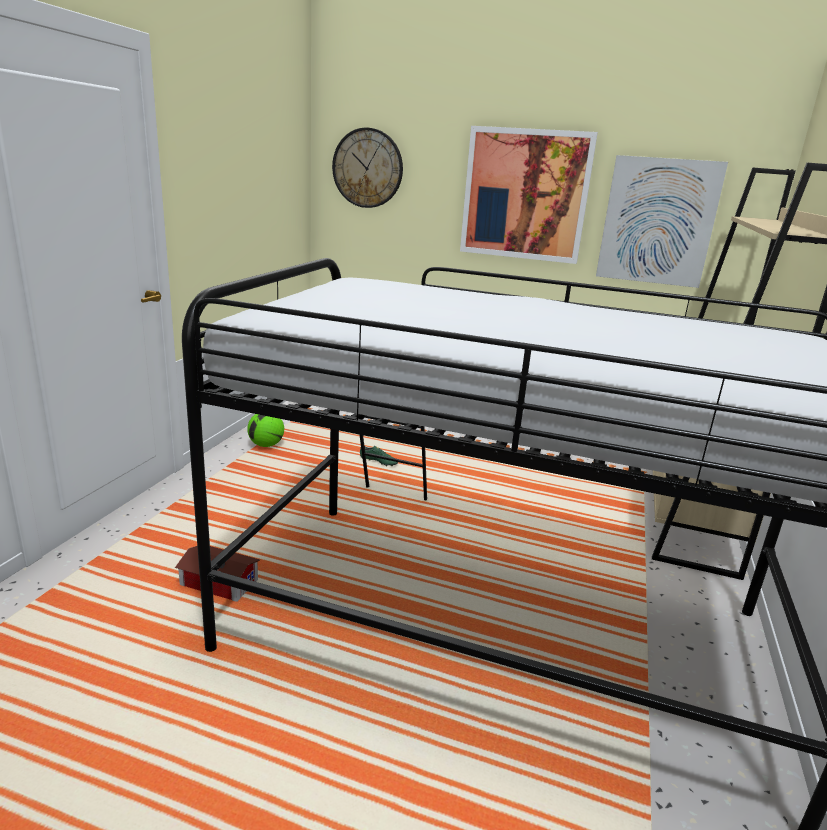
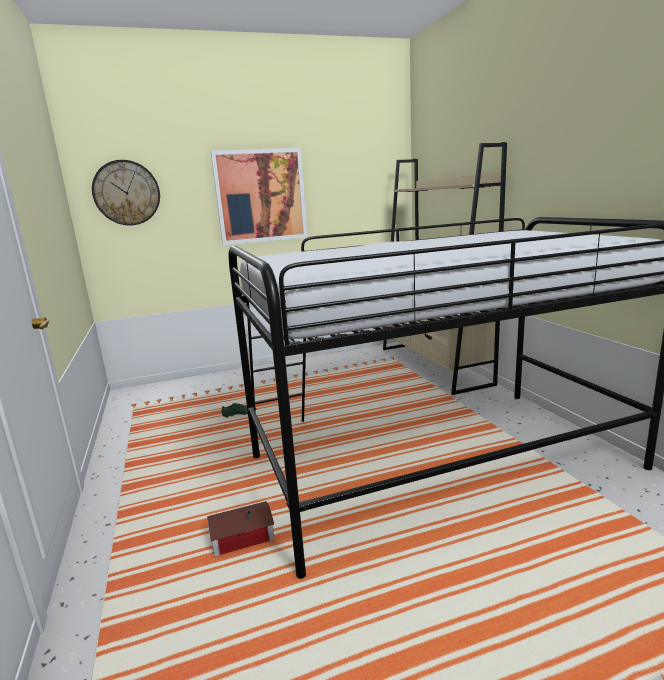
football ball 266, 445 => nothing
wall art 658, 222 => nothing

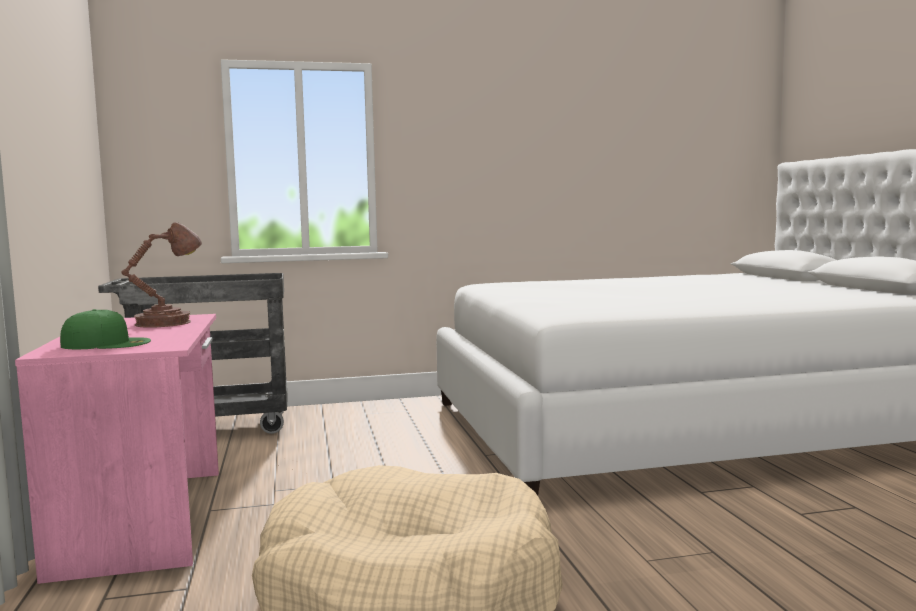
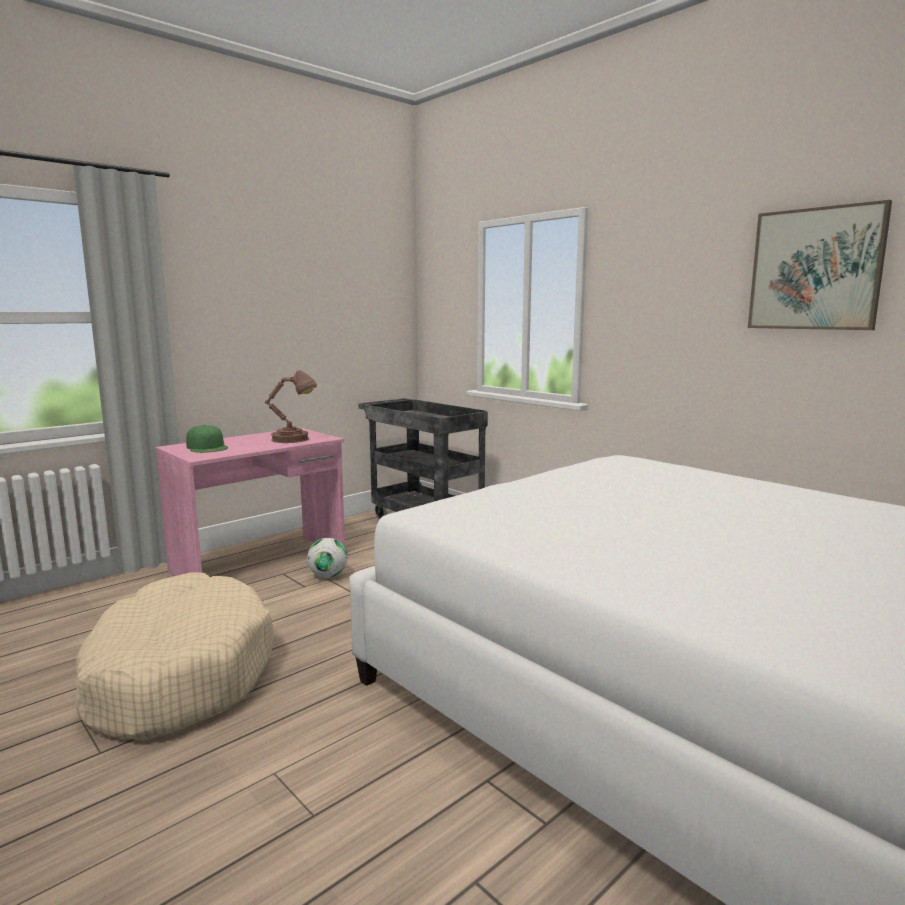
nothing => football ball 328, 576
nothing => wall art 815, 269

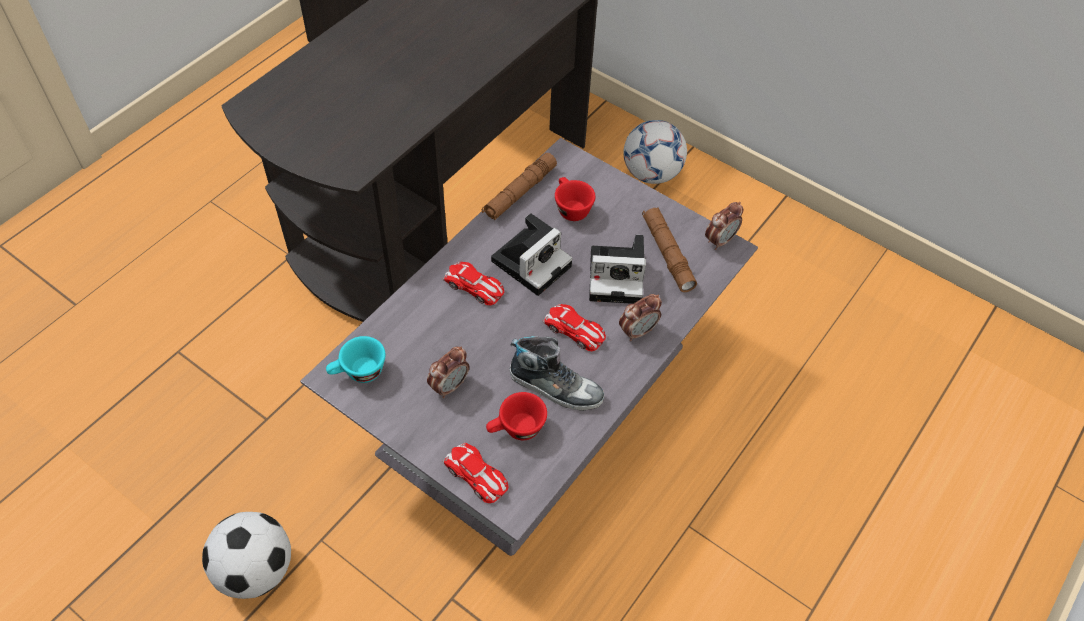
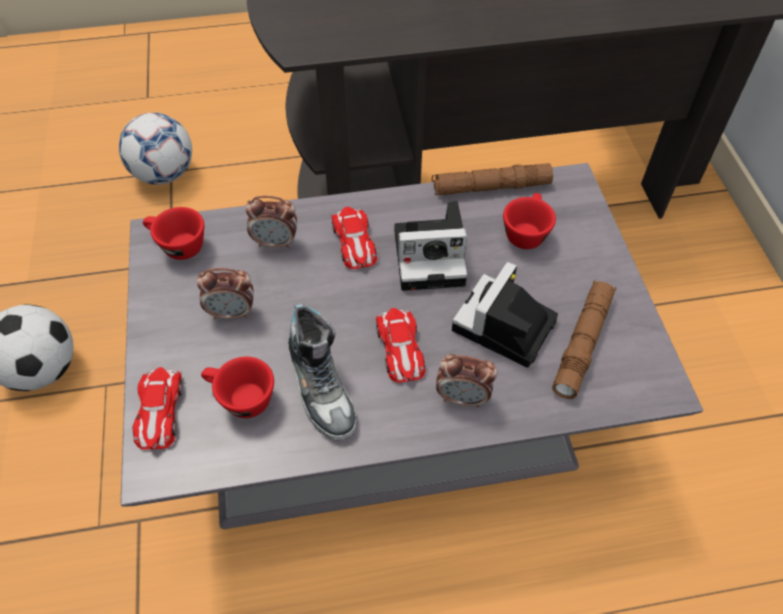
football ball 651, 173 => football ball 164, 174, relocated
cup/turquoise 358, 373 => cup/reddish 177, 246
bedside clock 720, 240 => bedside clock 276, 242, relocated
photo camera 618, 276 => photo camera 503, 328, 75 degrees clockwise

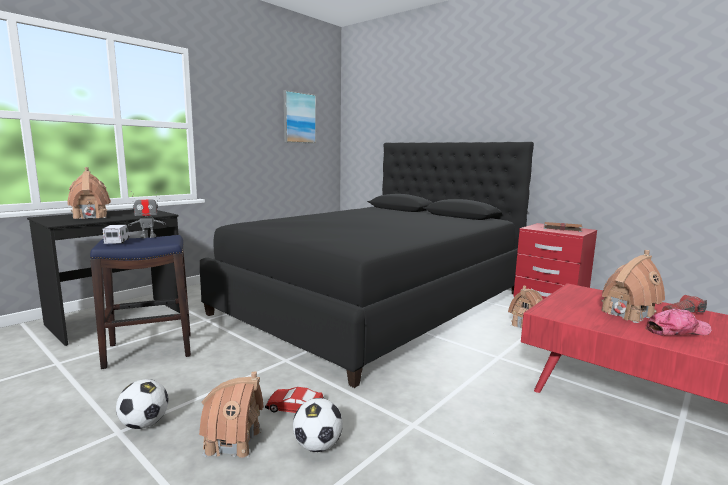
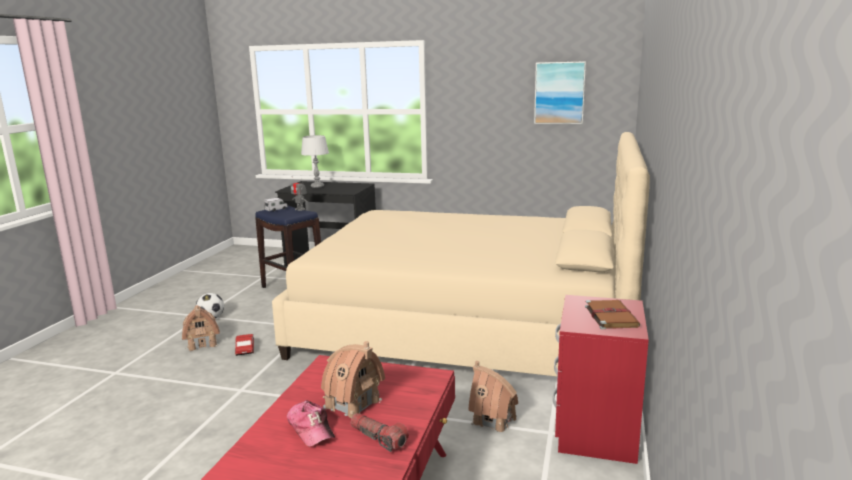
sleeping bed/black-coloured 376, 303 => sleeping bed/beige 467, 327
toy house 90, 216 => table lamp/grey 317, 186
football ball 318, 446 => nothing

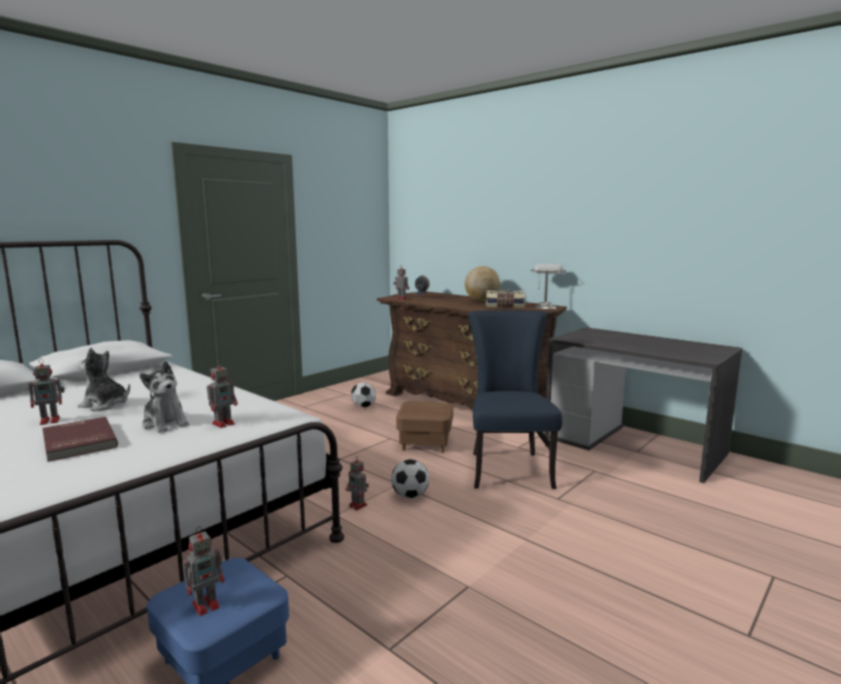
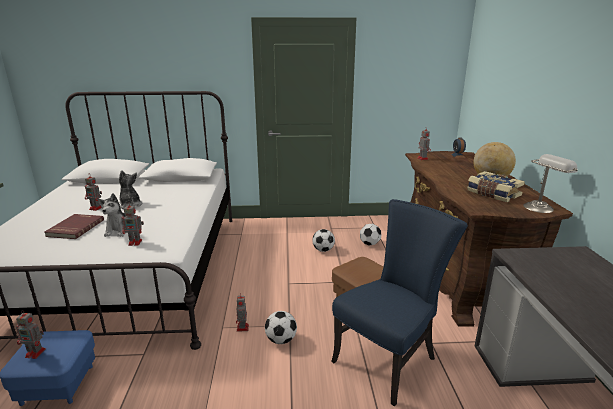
nothing => football ball 323, 250

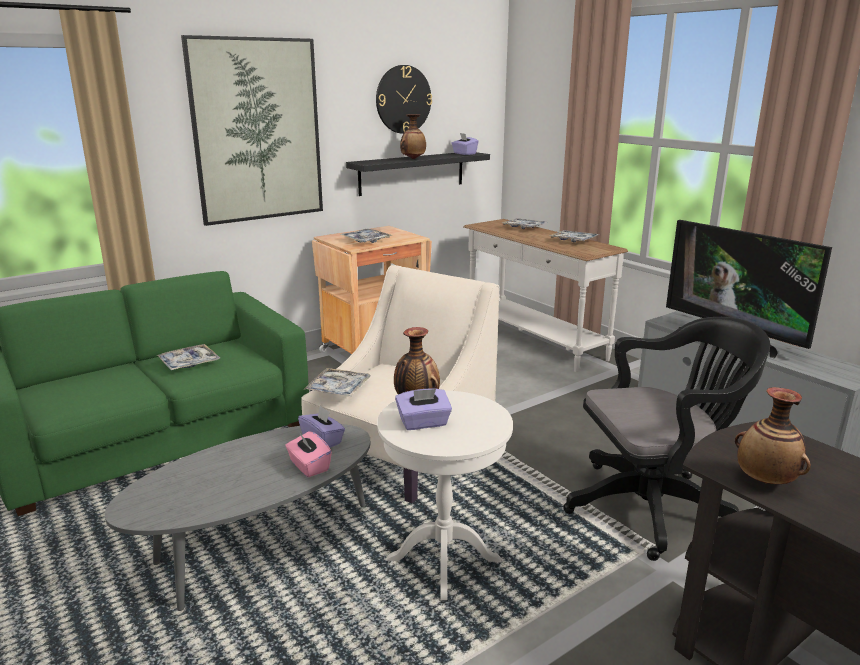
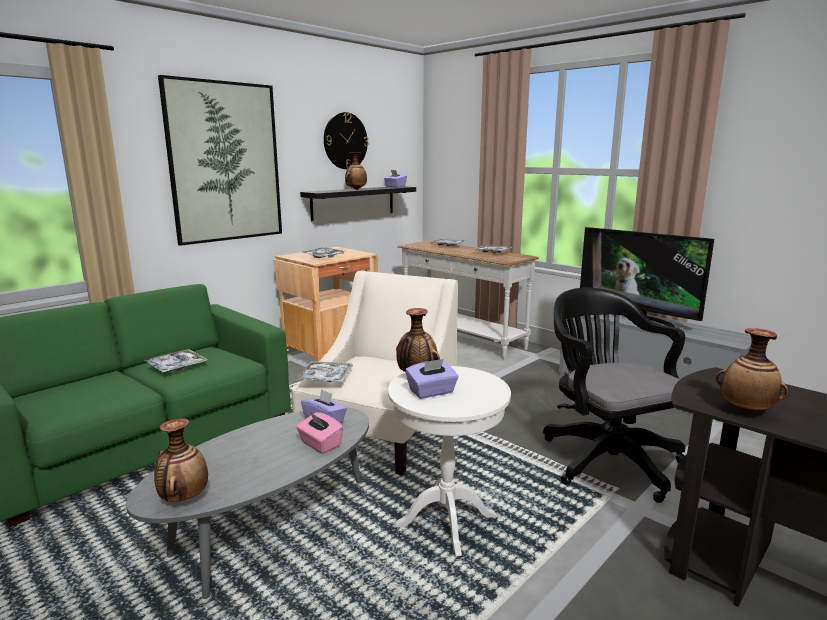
nothing => vase 183, 498
desk chair/black-coloured 654, 507 => desk chair/black-coloured 606, 458, 90 degrees counterclockwise

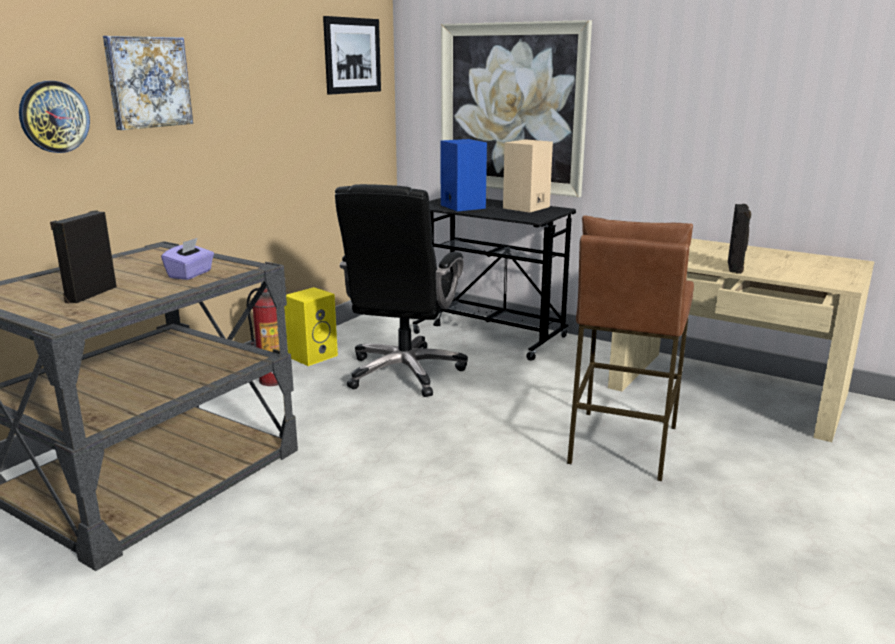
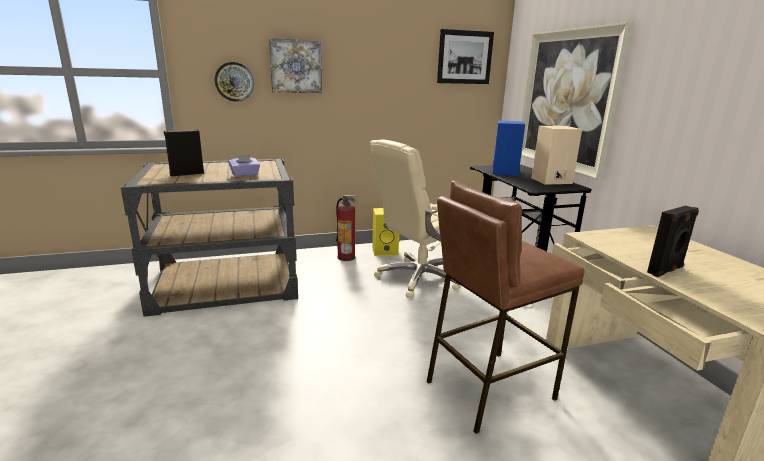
desk chair/black-coloured 404, 372 => desk chair/beige 419, 278

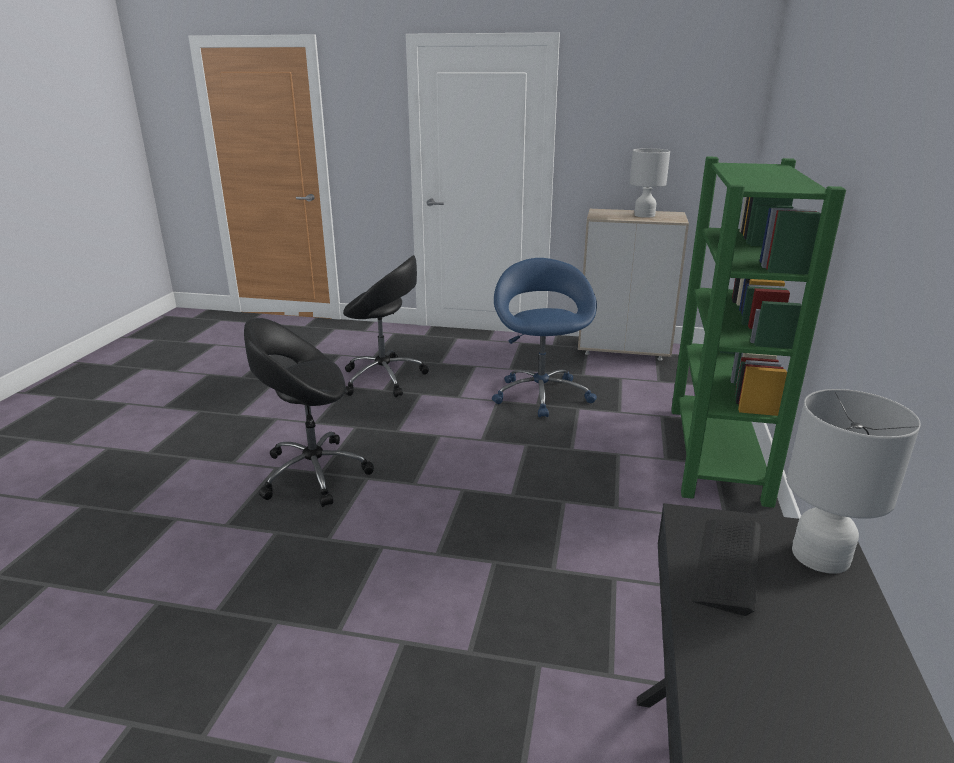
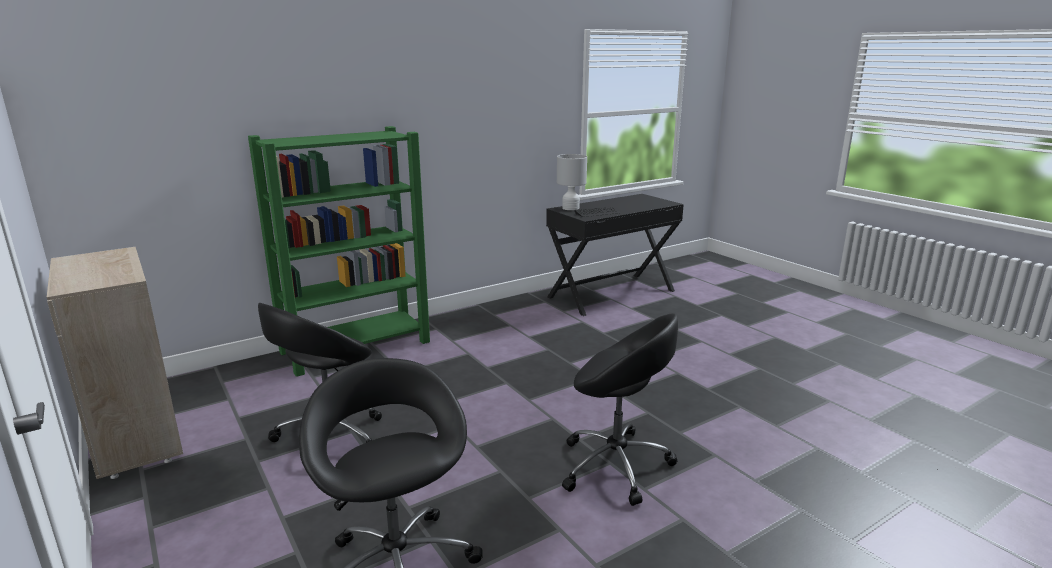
desk chair/bluish 541, 395 => desk chair/black-coloured 328, 438
table lamp/grey 645, 215 => nothing

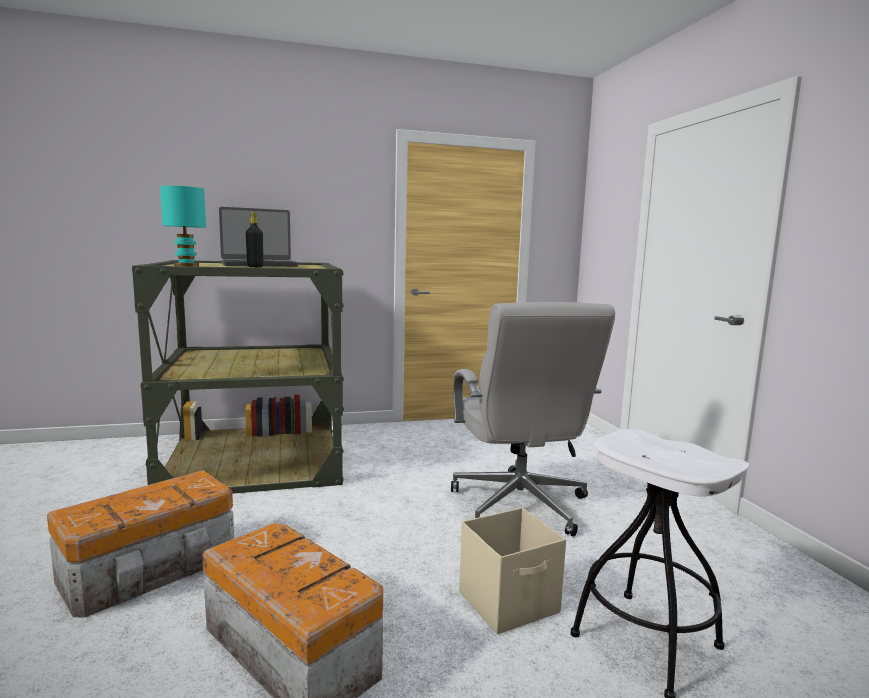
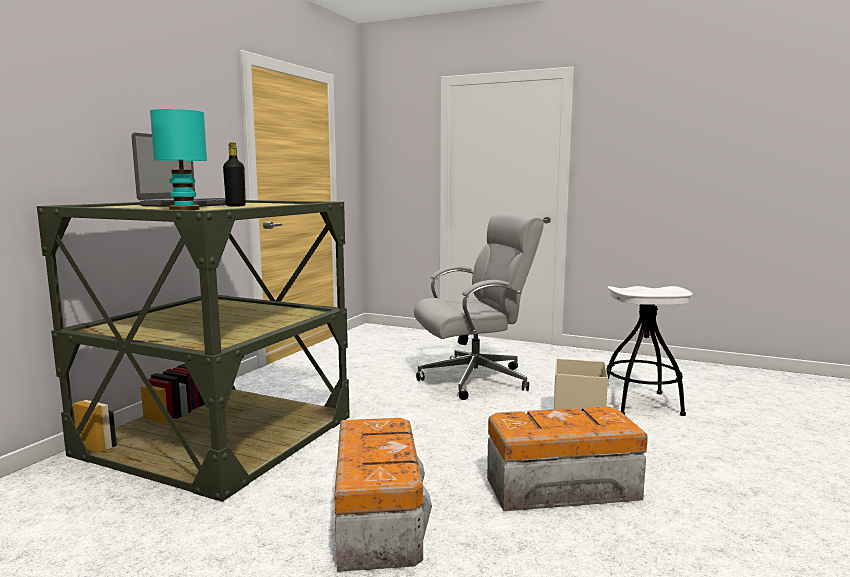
desk chair/grey 519, 503 => desk chair/grey 474, 379, 45 degrees counterclockwise

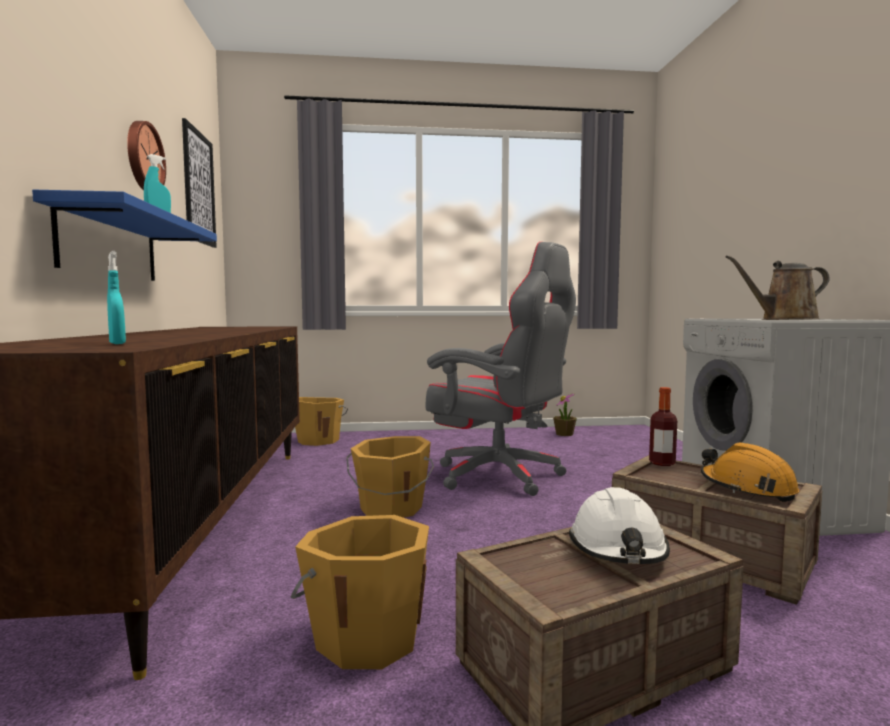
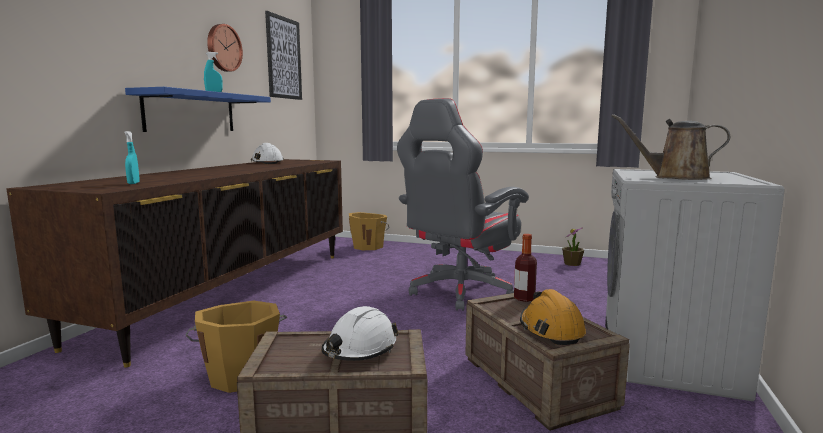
nothing => hard hat/white 267, 162
desk chair/grey 498, 475 => desk chair/grey 461, 291, 75 degrees clockwise
pail/orange-coloured 391, 508 => nothing

